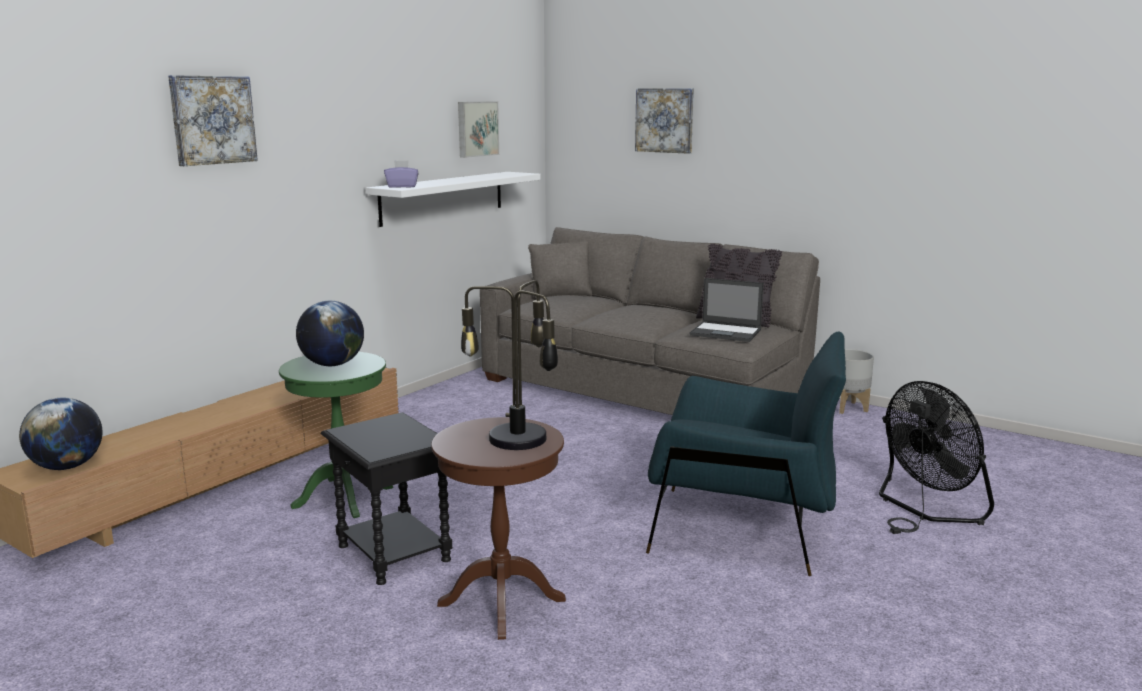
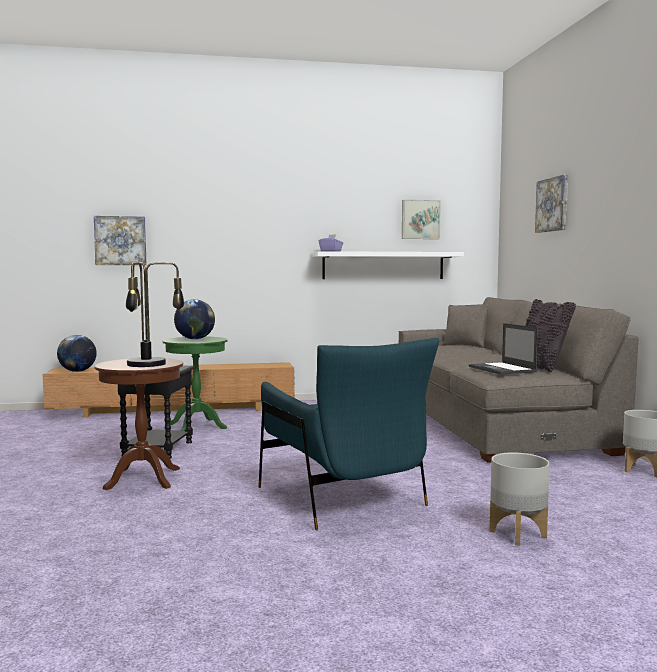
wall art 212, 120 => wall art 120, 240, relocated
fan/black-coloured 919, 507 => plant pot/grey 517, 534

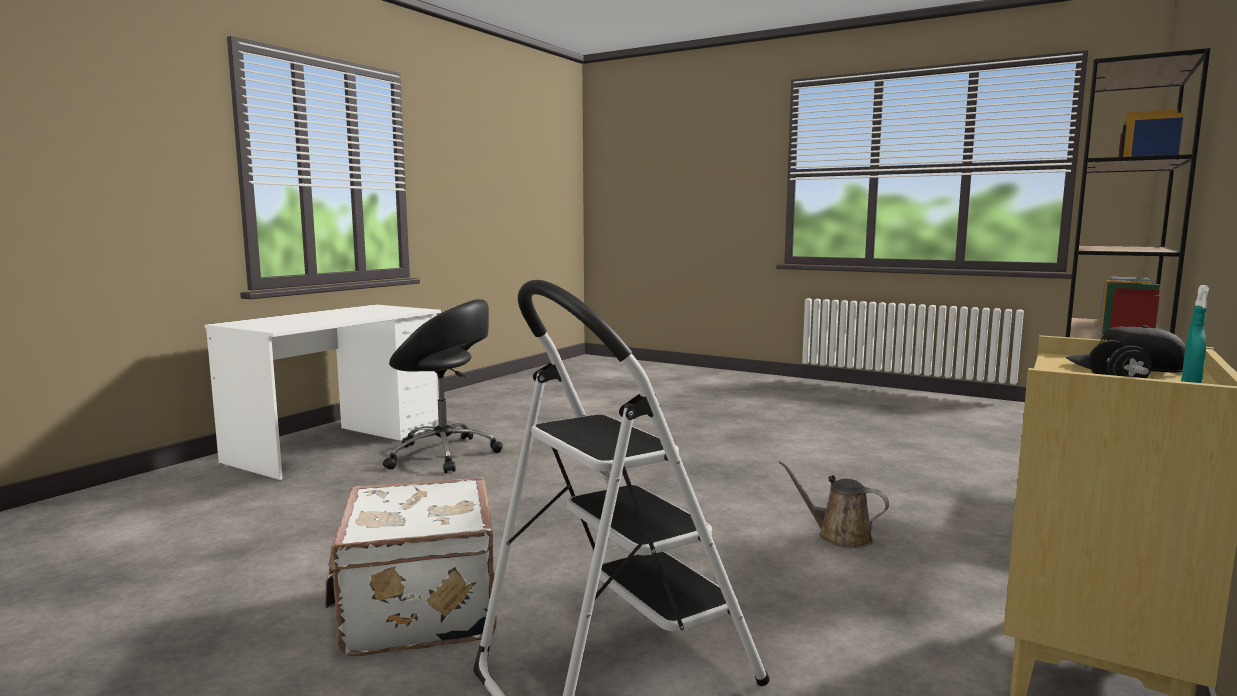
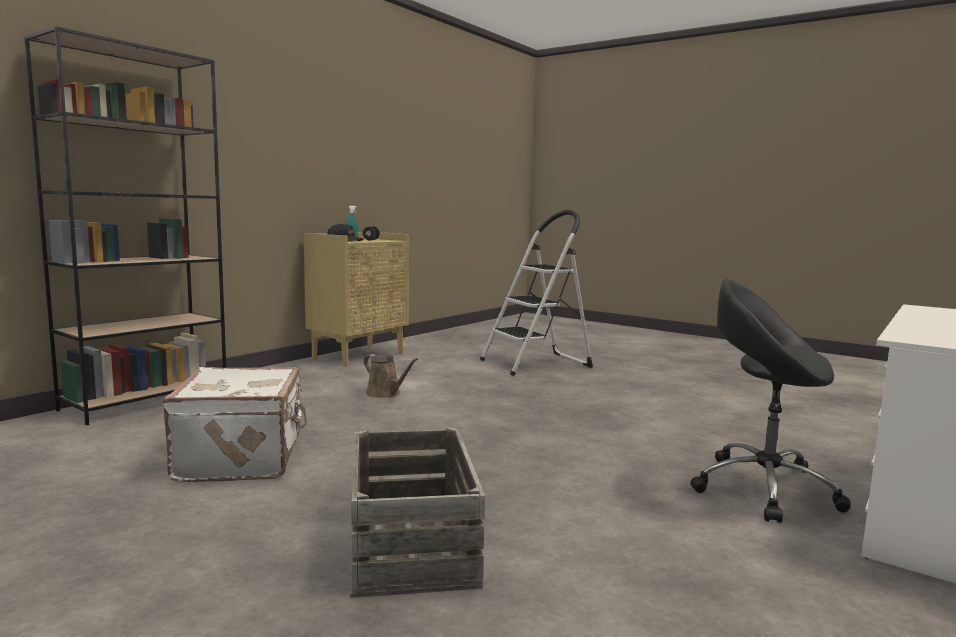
travel case/white 417, 610 => travel case/white 243, 458, relocated
nothing => packing crate 413, 543

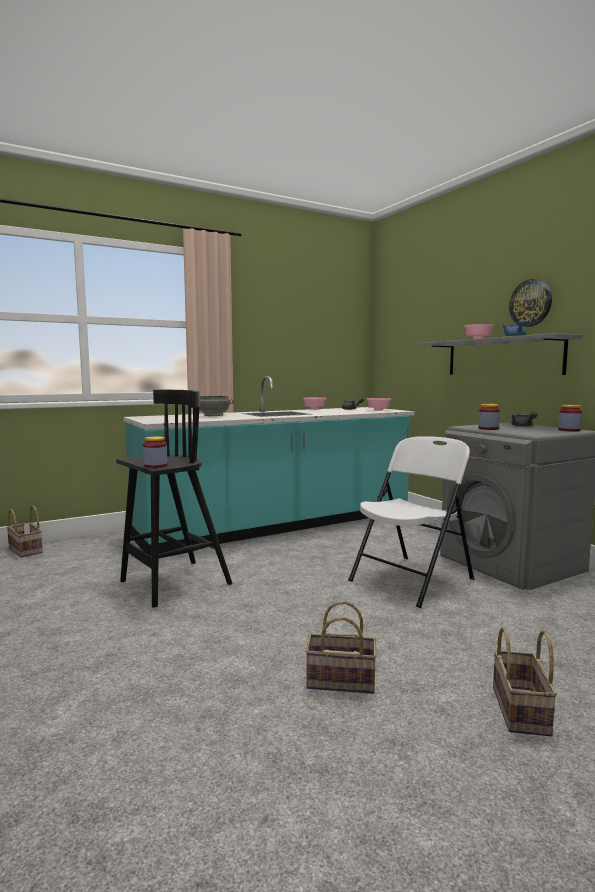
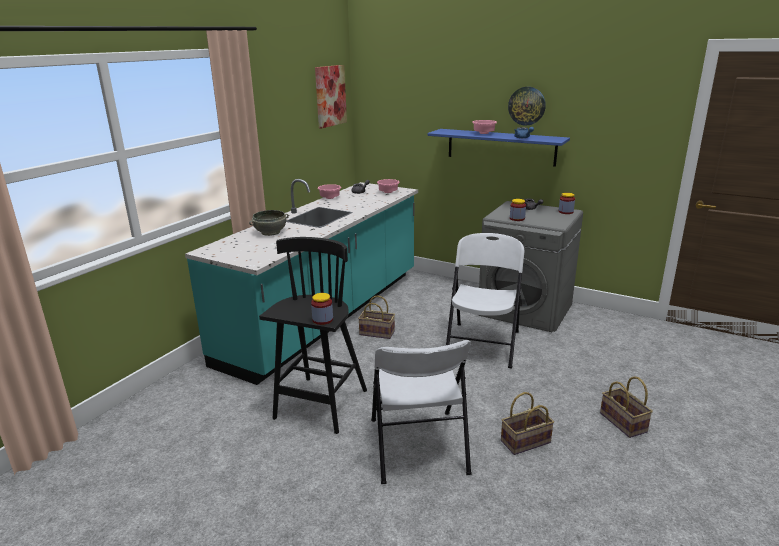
nothing => wall art 330, 96
household basket 26, 550 => household basket 378, 332, relocated
nothing => plain chair/white 417, 446
bracket shelf/grey 502, 357 => bracket shelf/bluish 500, 147

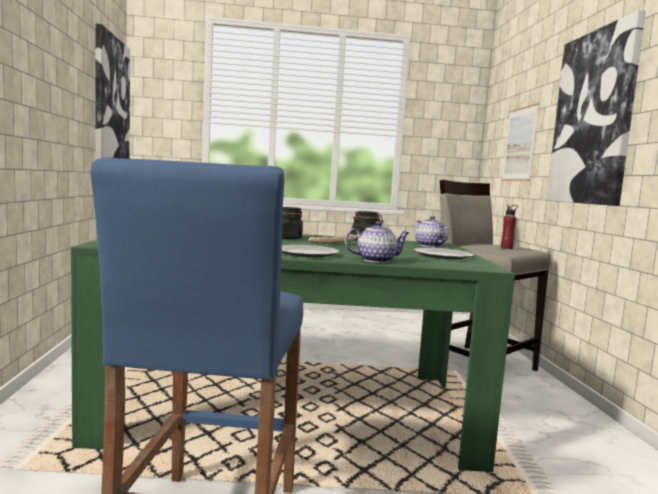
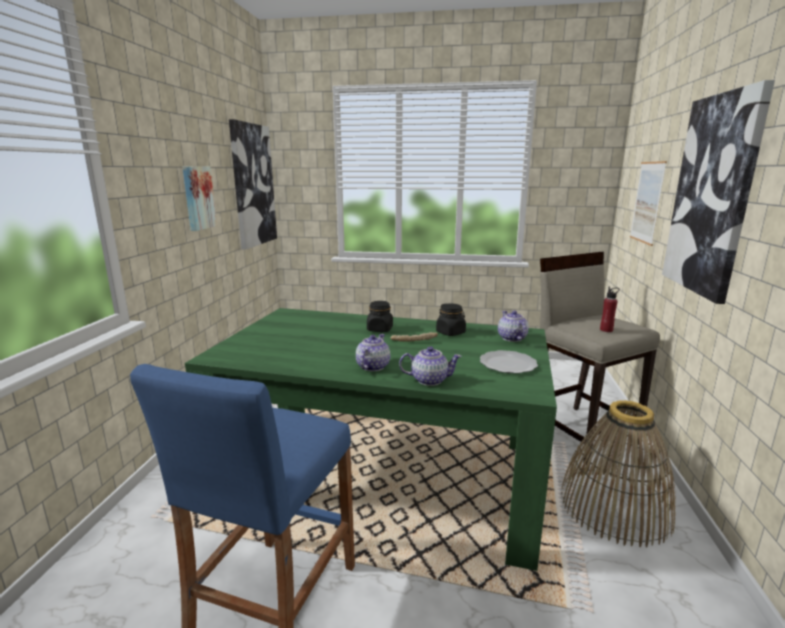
nothing => wall art 197, 198
flat dish 306, 253 => pot for tea 372, 366
nothing => household basket 615, 507

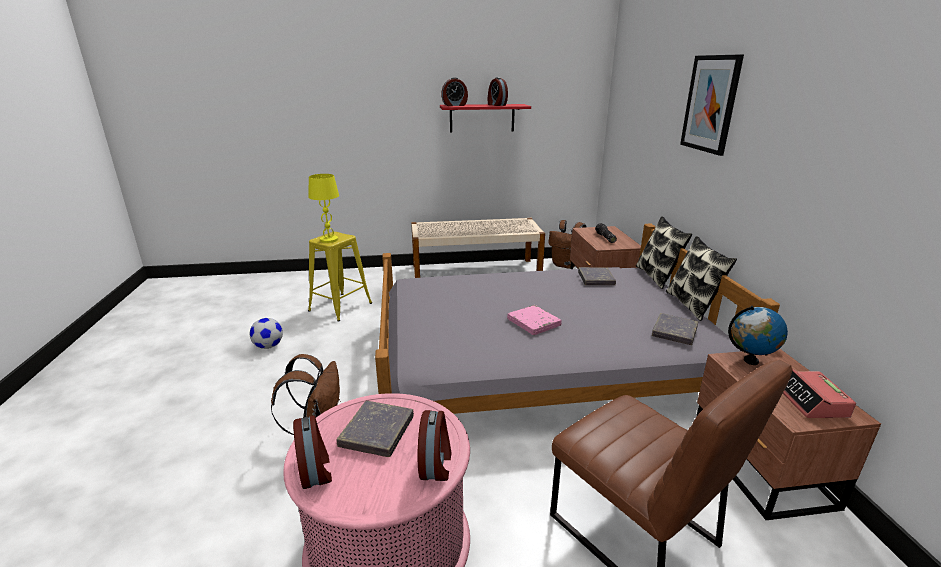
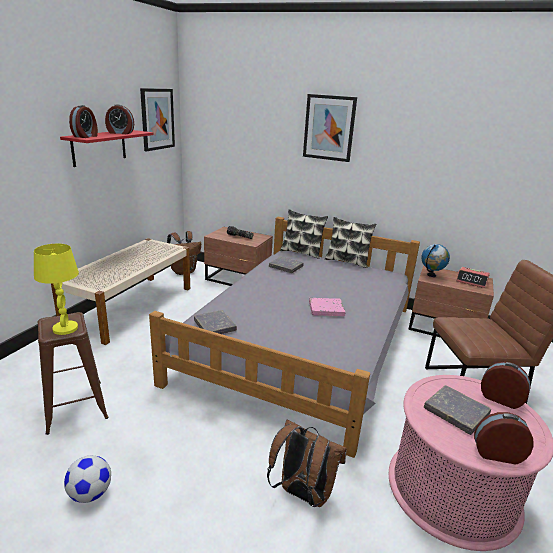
stool seat/yellow-coloured 340, 307 => stool seat/brown-coloured 75, 406
nothing => wall art 157, 119
volume/grey 674, 332 => volume/grey 214, 326, relocated

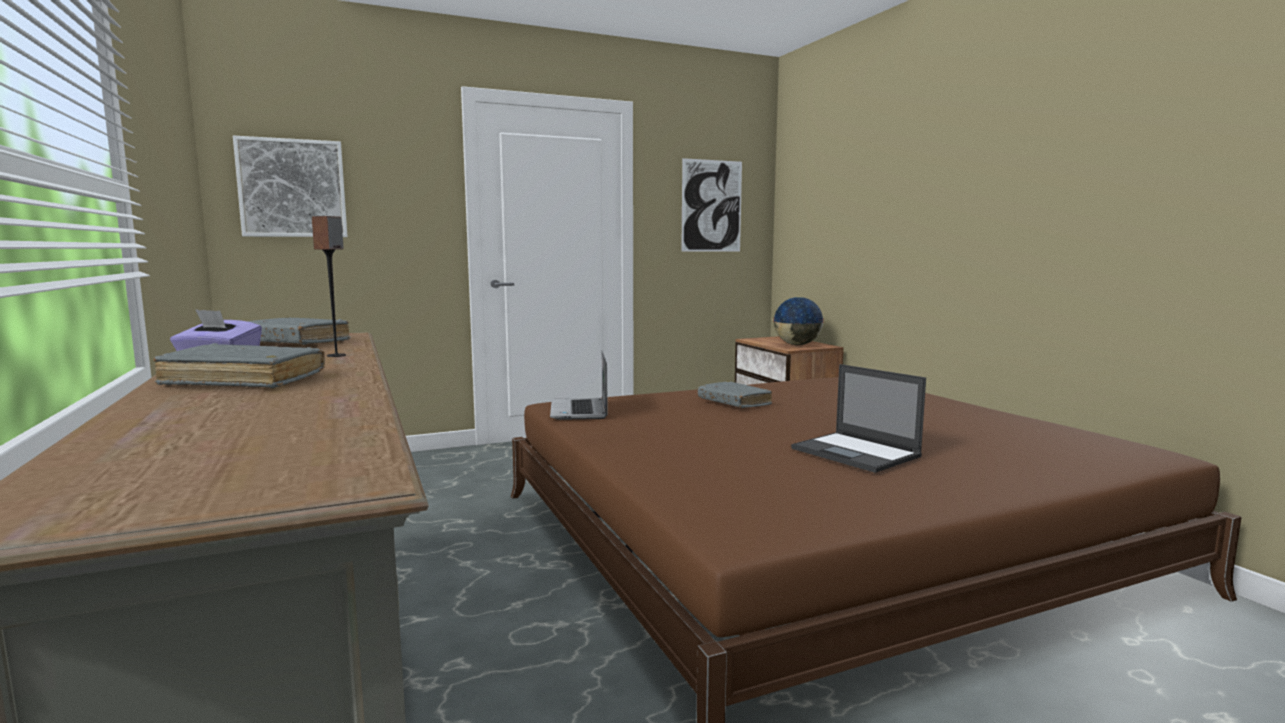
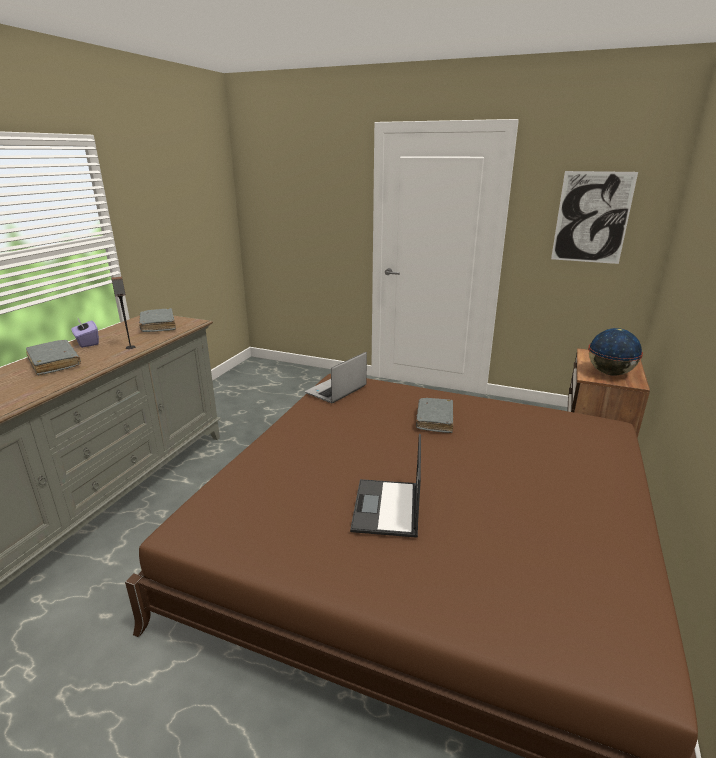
wall art 292, 188 => nothing

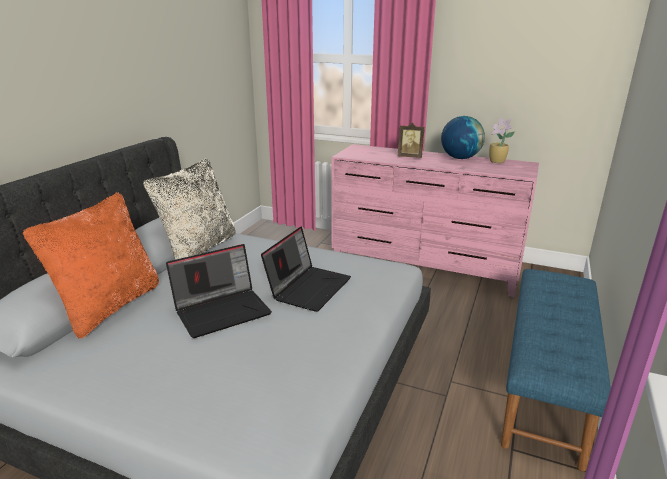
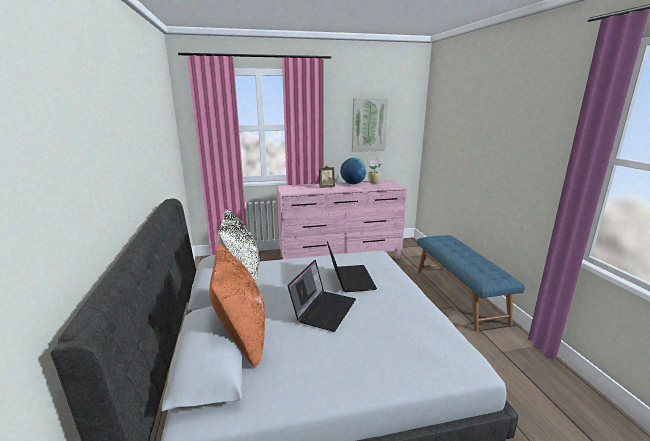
nothing => wall art 369, 125

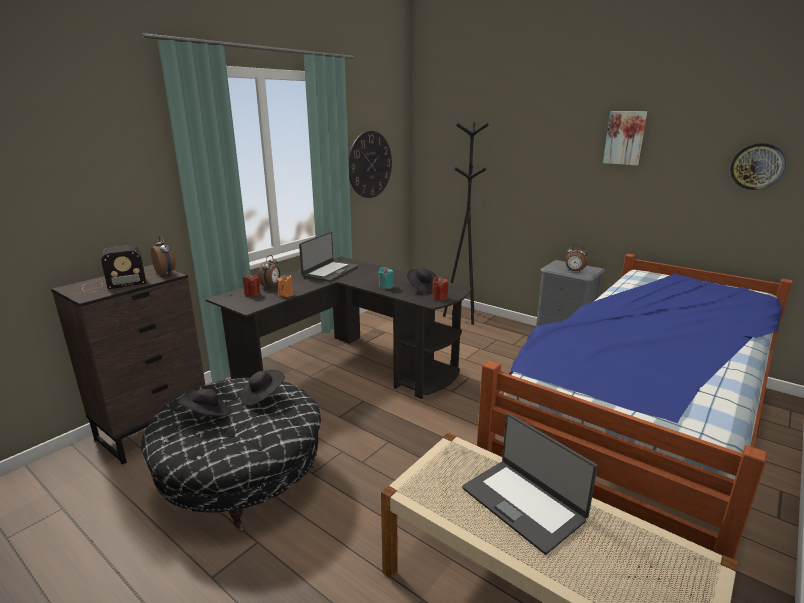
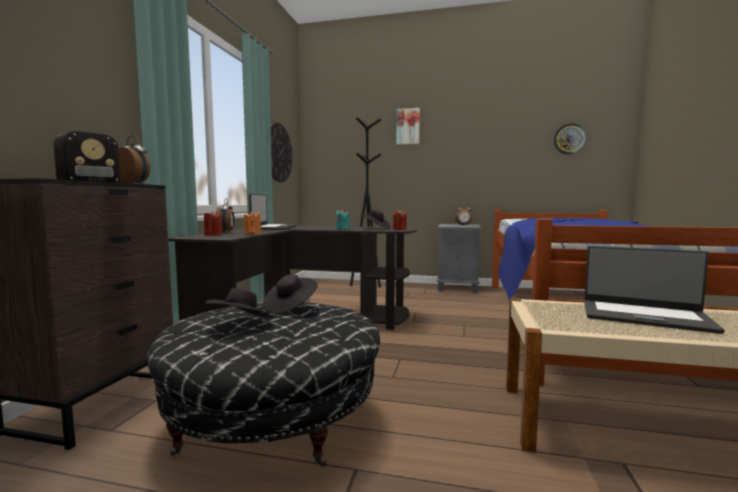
wall art 625, 137 => wall art 408, 126, relocated

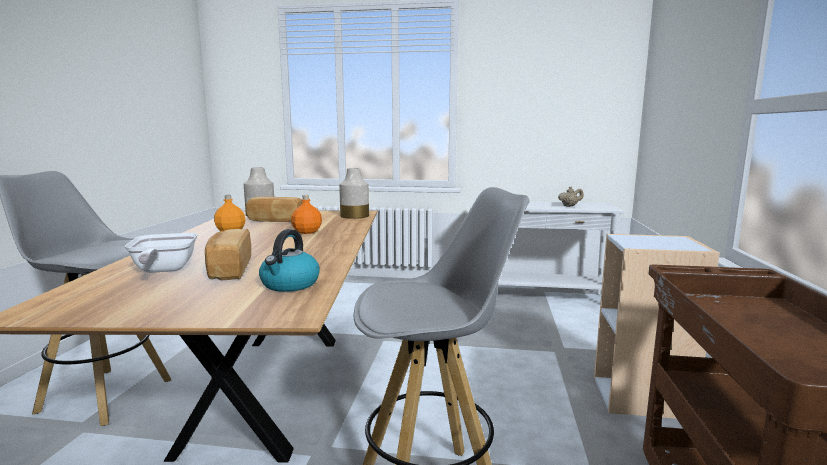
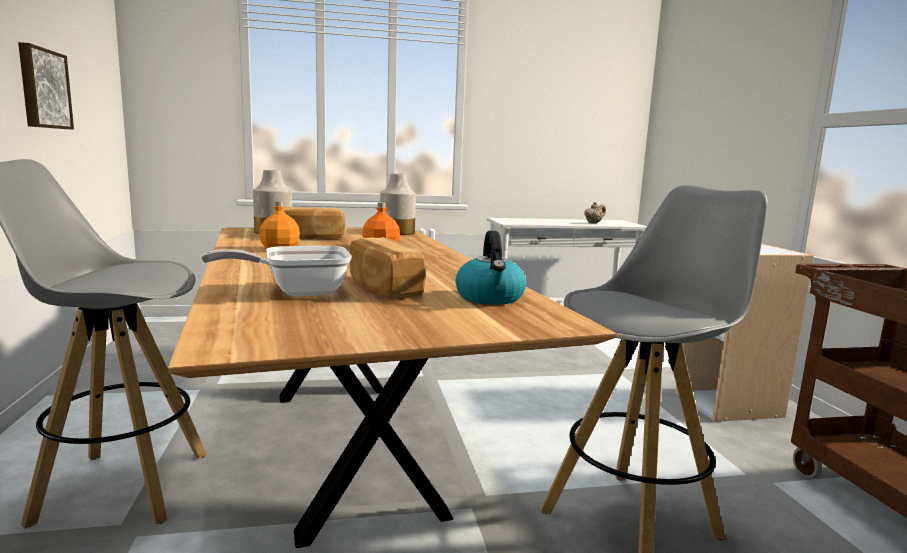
nothing => wall art 43, 89
pan 163, 270 => pan 297, 292, 105 degrees clockwise

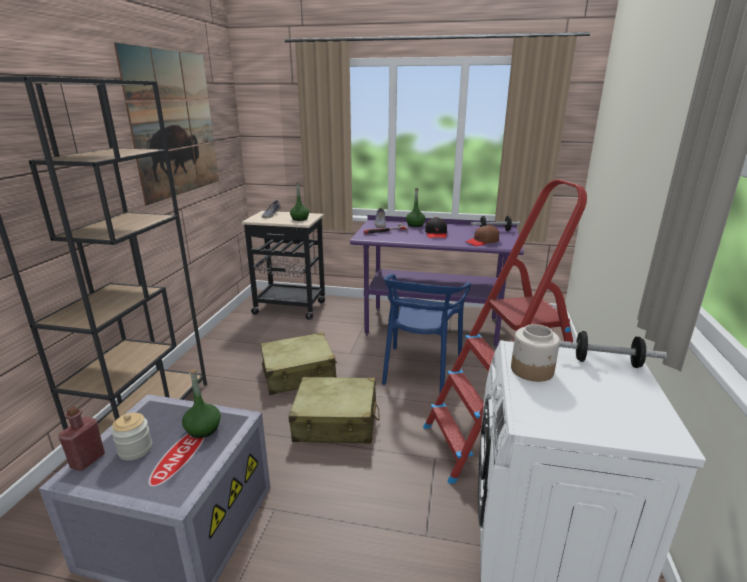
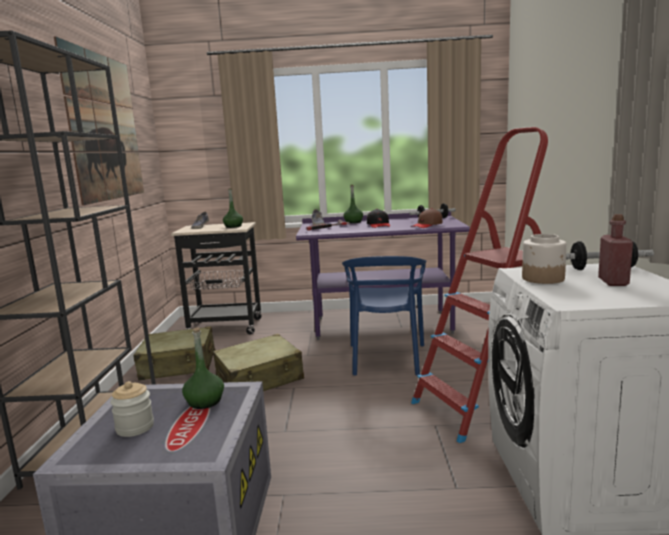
travel case/beige 336, 422 => travel case/beige 178, 365, relocated
beverage bottle/reddish 88, 460 => beverage bottle/reddish 613, 282, relocated

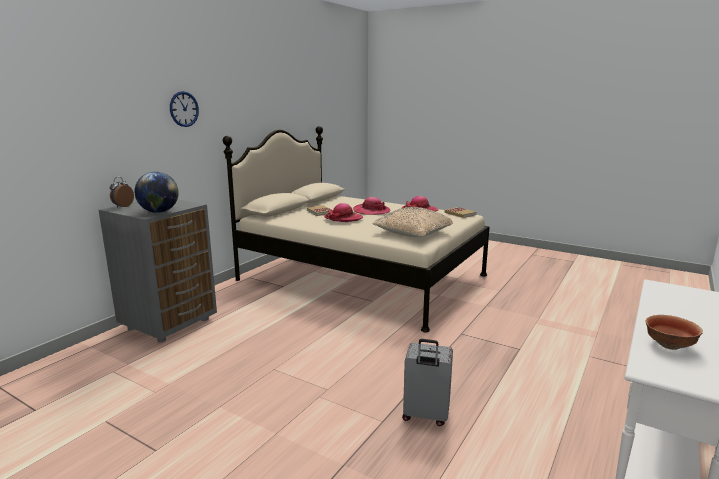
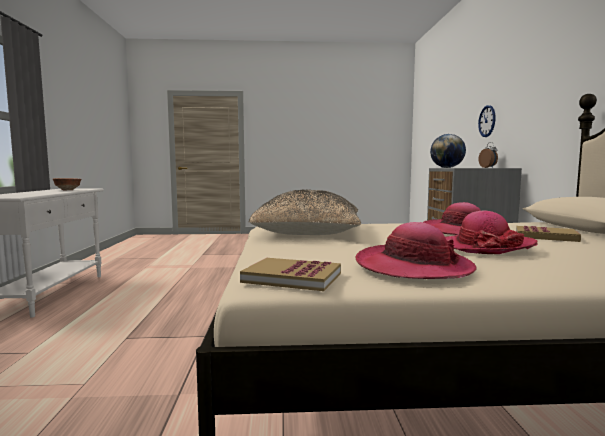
clock on the wall 184, 109 => clock on the wall 487, 121, relocated
travel case/grey 425, 416 => nothing

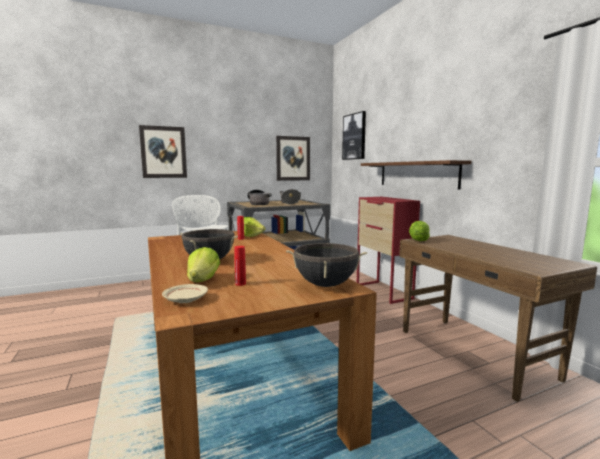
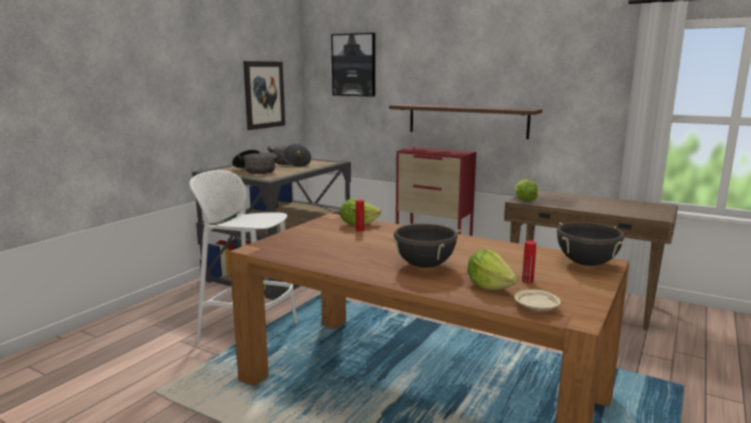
wall art 163, 152 => nothing

